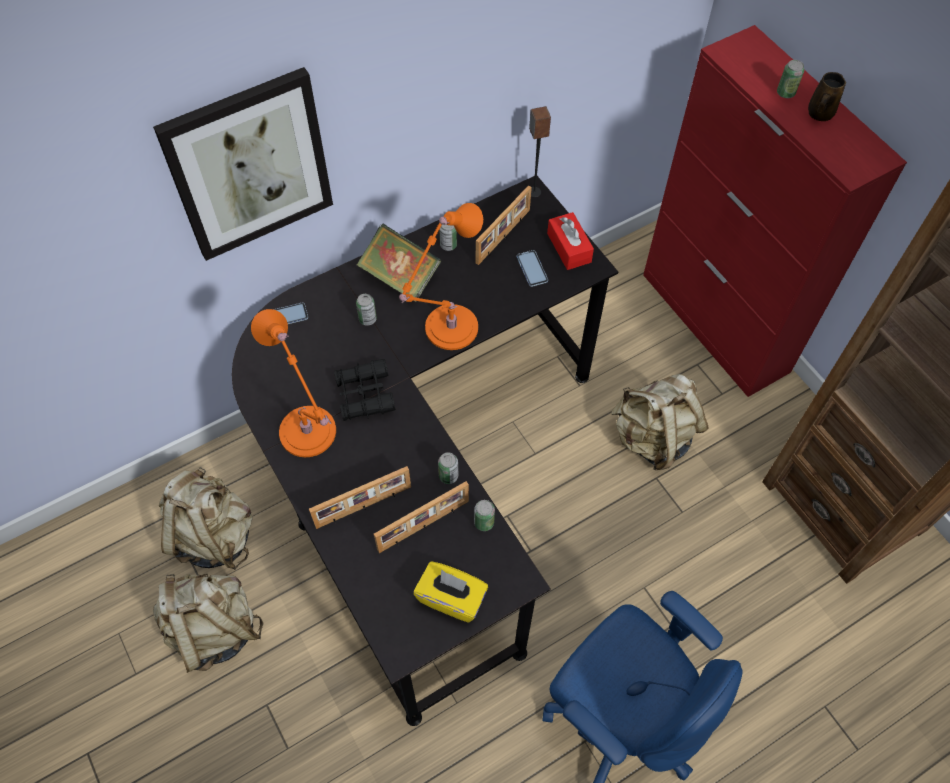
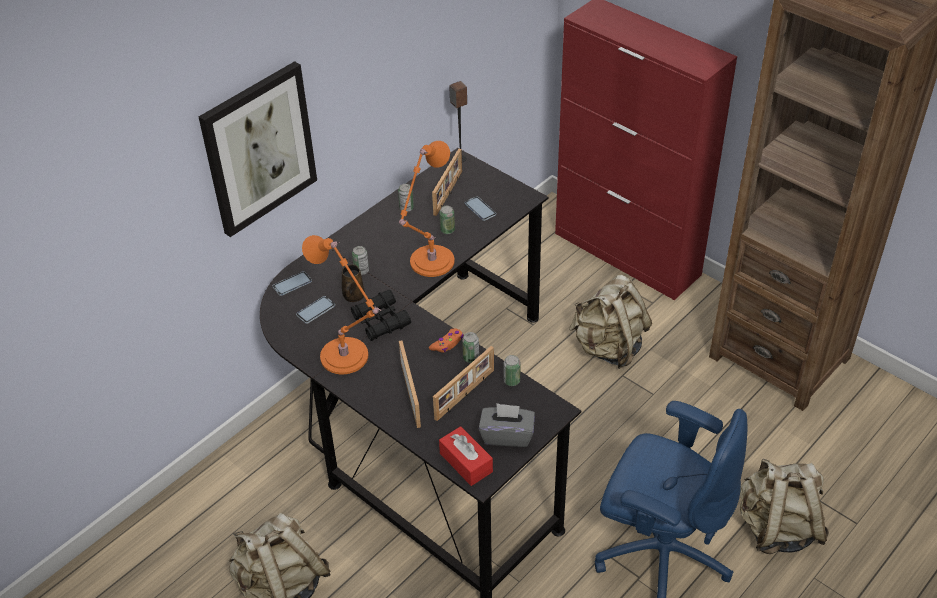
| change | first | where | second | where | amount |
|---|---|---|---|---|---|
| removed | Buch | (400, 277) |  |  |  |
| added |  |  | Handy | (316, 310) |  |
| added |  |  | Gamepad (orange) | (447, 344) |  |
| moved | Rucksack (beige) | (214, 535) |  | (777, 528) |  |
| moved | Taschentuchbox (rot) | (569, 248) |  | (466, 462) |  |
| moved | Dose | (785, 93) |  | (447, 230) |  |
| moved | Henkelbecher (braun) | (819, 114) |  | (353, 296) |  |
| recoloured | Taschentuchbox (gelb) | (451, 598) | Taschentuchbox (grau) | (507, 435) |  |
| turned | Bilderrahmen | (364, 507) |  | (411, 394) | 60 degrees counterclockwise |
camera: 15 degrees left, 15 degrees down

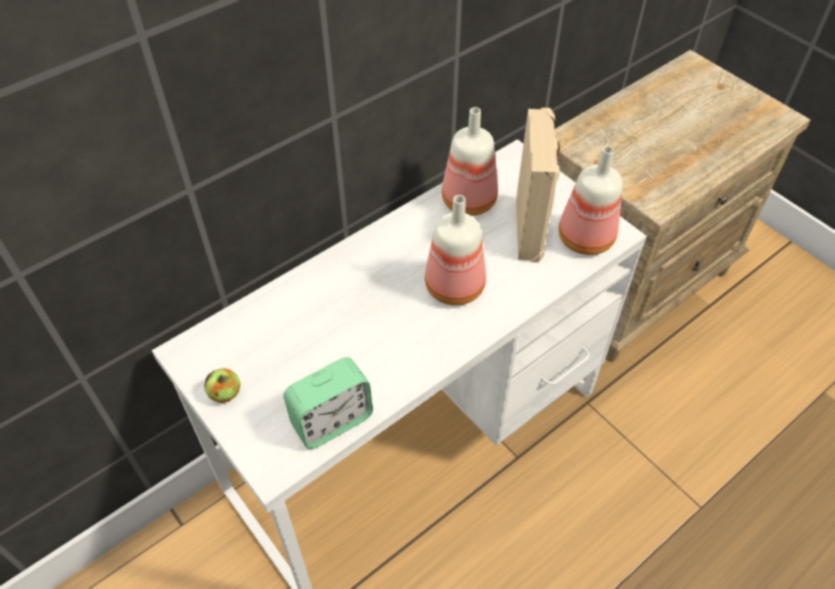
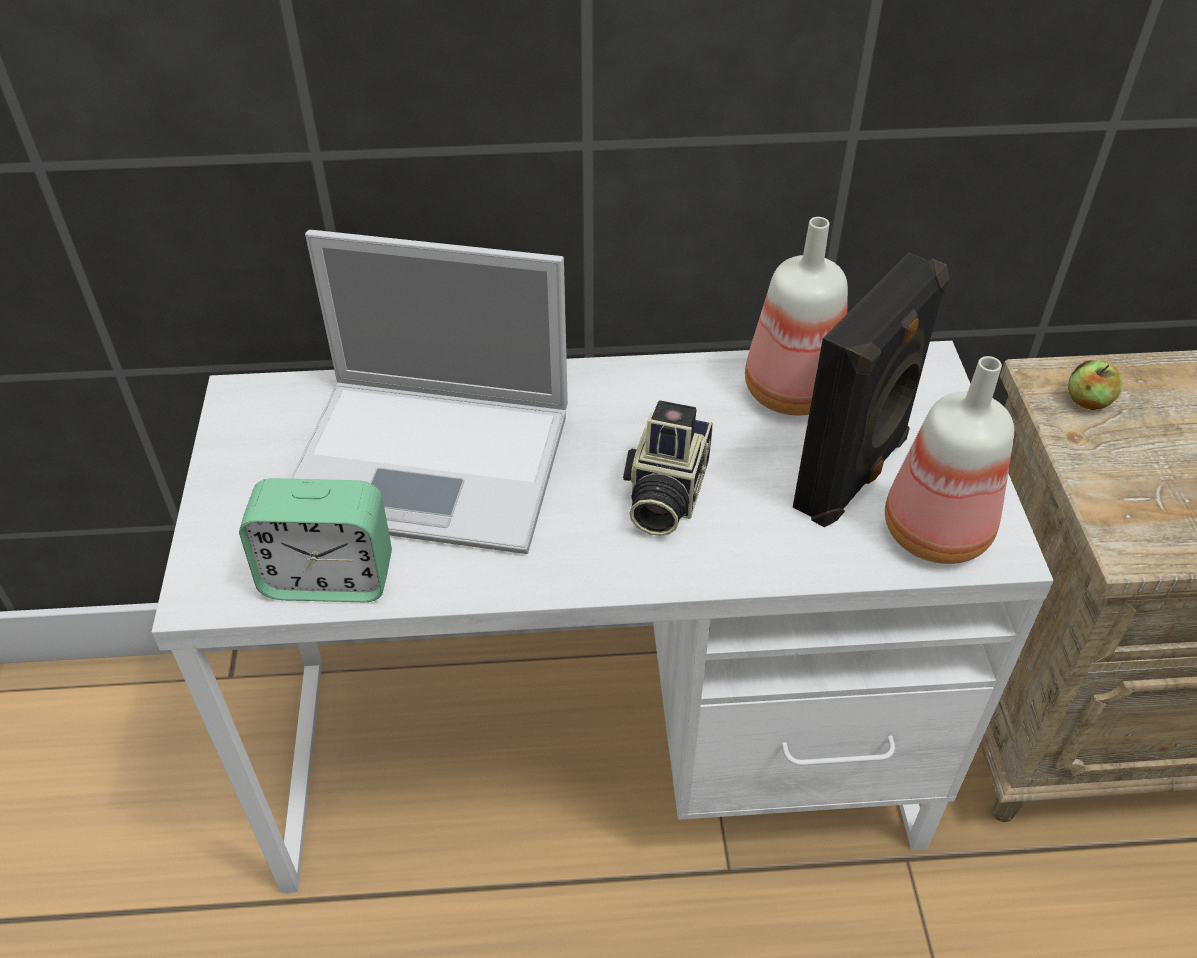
| change | first | where | second | where | amount |
|---|---|---|---|---|---|
| added |  |  | Laptop | (434, 463) |  |
| moved | Apfel | (225, 393) |  | (1088, 401) |  |
| replaced | Flasche | (455, 285) | Kamera | (663, 494) |  |
| recoloured | Lautsprecher (beige) | (530, 229) | Lautsprecher (schwarz) | (854, 475) |  |
camera: 35 degrees right, 5 degrees down

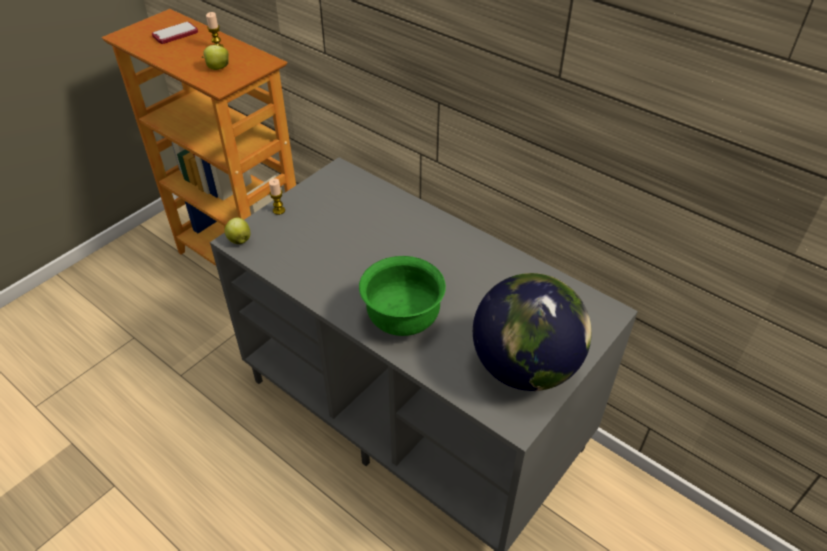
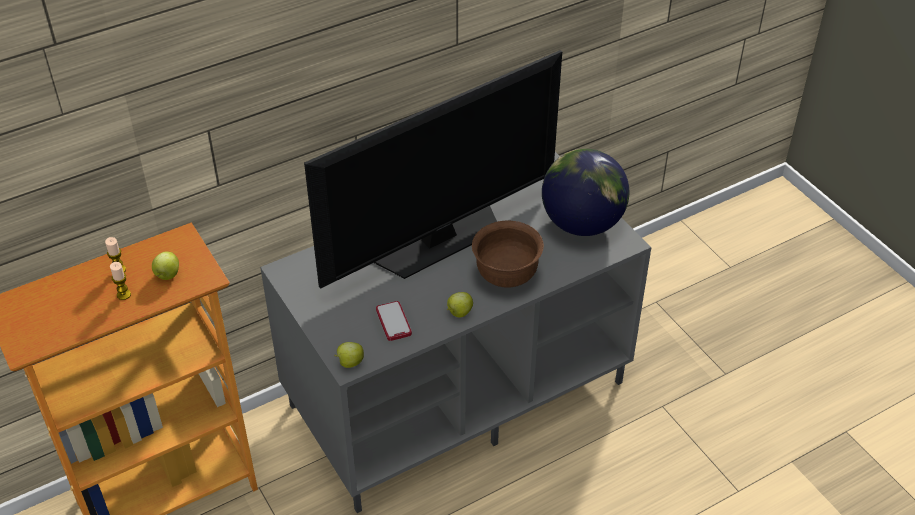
| change | first | where | second | where | amount |
|---|---|---|---|---|---|
| added |  |  | Fernseher | (439, 239) |  |
| added |  |  | Apfel | (459, 313) |  |
| moved | Handy | (175, 34) |  | (393, 322) |  |
| moved | Kerze | (279, 210) |  | (124, 294) |  |
| recoloured | Schüssel (grün) | (403, 320) | Schüssel (braun) | (506, 276) |  |
camera: 70 degrees left, 0 degrees up

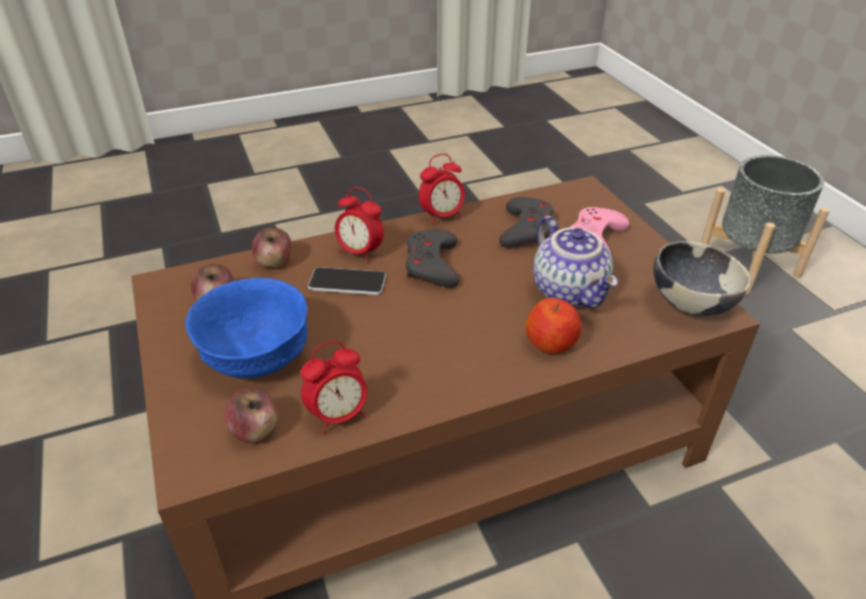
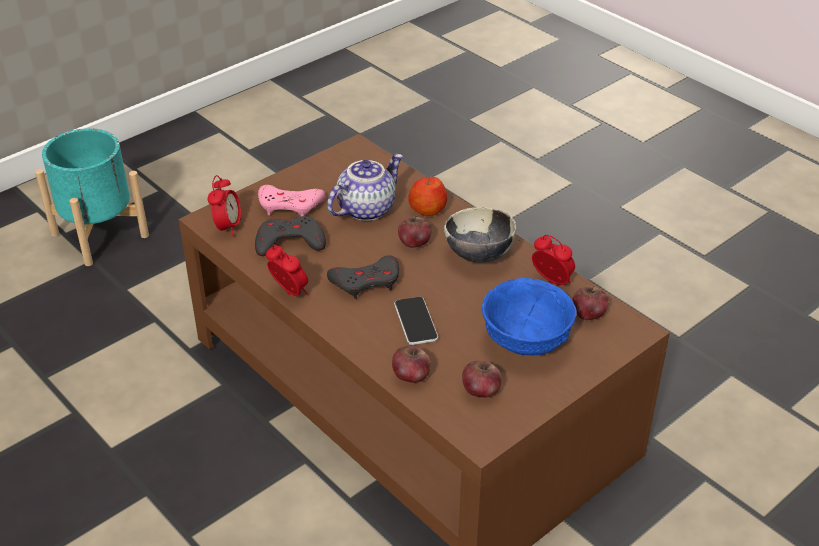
| change | first | where | second | where | amount |
|---|---|---|---|---|---|
| added |  |  | Apfel | (414, 243) |  |
| moved | Wecker | (360, 252) |  | (227, 227) |  |
| moved | Schüssel | (690, 303) |  | (478, 255) |  |
| recoloured | Pflanzkübel (grau) | (747, 264) | Pflanzkübel (türkis) | (99, 235) |  |
camera: 110 degrees left, 0 degrees up

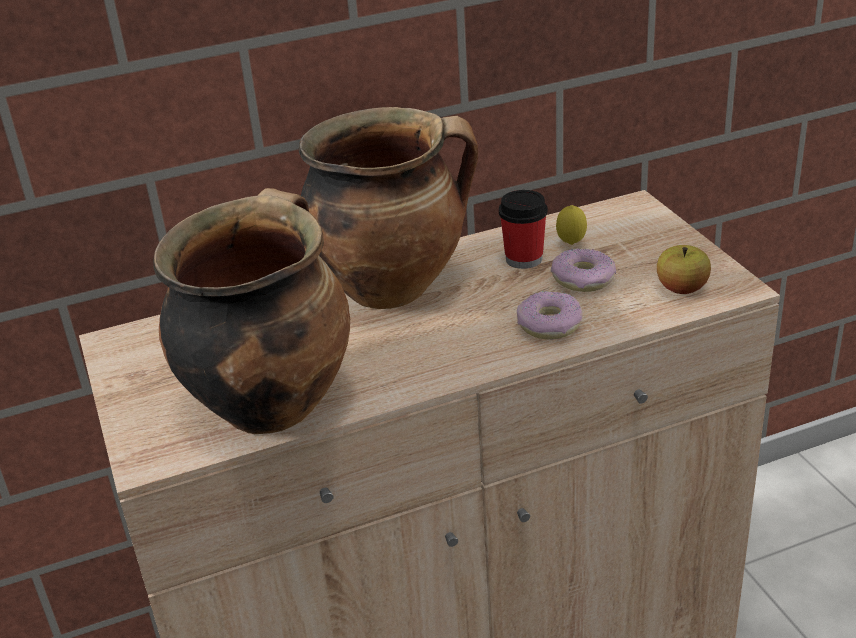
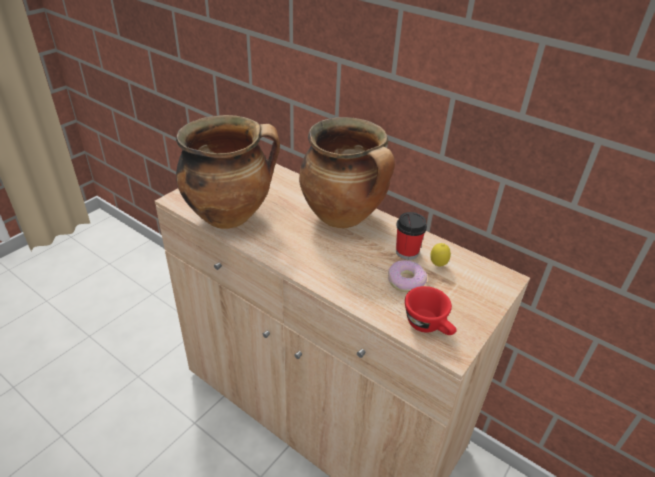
| change | first | where | second | where | amount |
|---|---|---|---|---|---|
| removed | Donut | (549, 324) |  |  |  |
| replaced | Apfel | (682, 289) | Tasse (rot) | (429, 326) |  |
camera: 55 degrees right, 5 degrees up

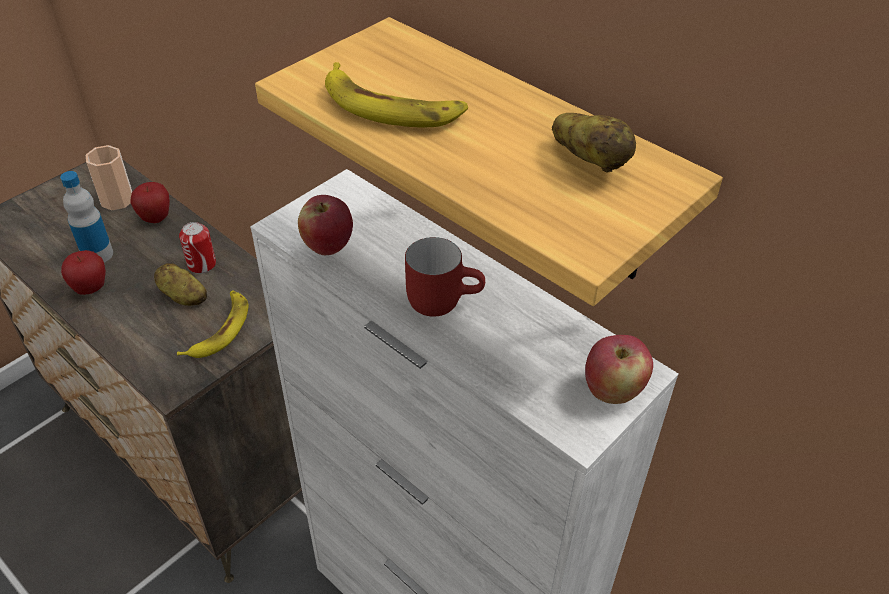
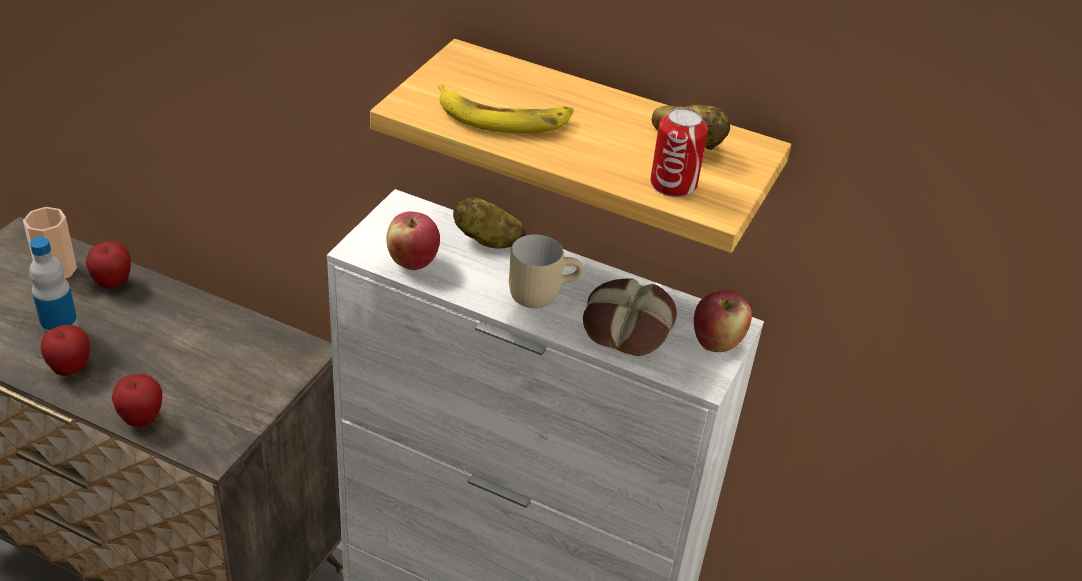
| change | first | where | second | where | amount |
|---|---|---|---|---|---|
| removed | Banane | (220, 329) |  |  |  |
| added |  |  | Apfel | (142, 419) |  |
| added |  |  | Brot | (626, 325) |  |
| moved | Kartoffel | (183, 296) |  | (487, 240) |  |
| moved | Dose | (202, 264) |  | (673, 184) |  |
| recoloured | Henkelbecher (rot) | (443, 298) | Henkelbecher (beige) | (541, 291) |  |
camera: 20 degrees left, 5 degrees down

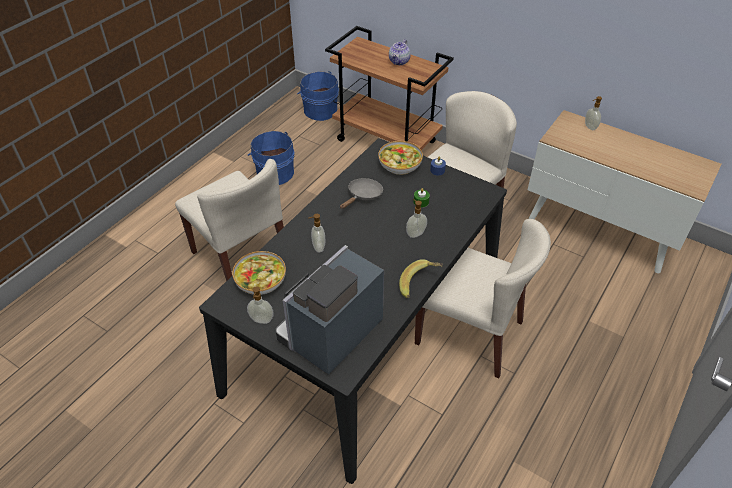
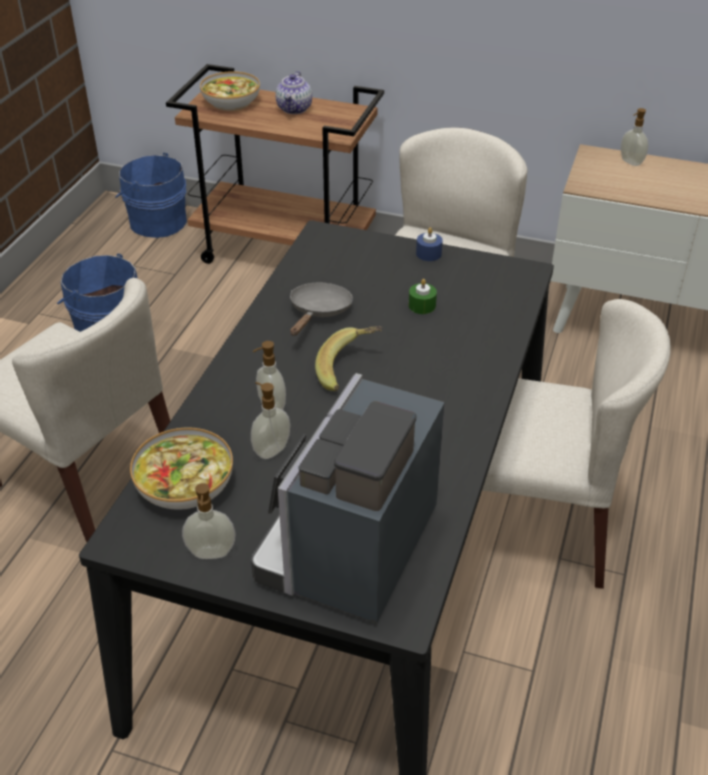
| change | first | where | second | where | amount |
|---|---|---|---|---|---|
| moved | Schüssel | (400, 165) |  | (231, 101) |  |
| moved | Banane | (420, 285) |  | (350, 370) |  |
| moved | Seifenspender | (415, 233) |  | (271, 450) |  |
camera: 15 degrees left, 5 degrees down

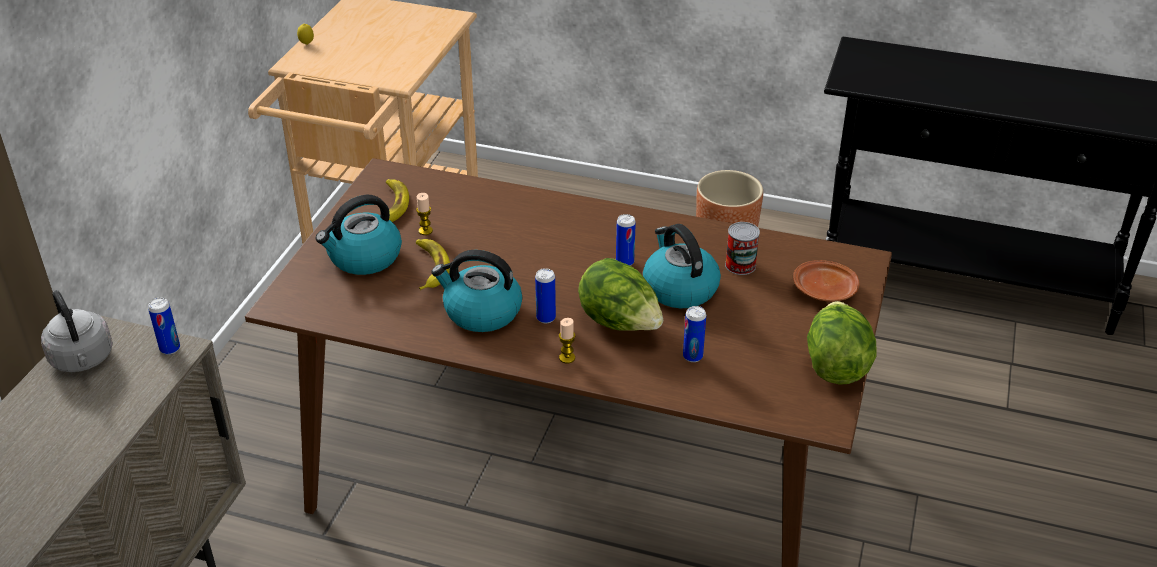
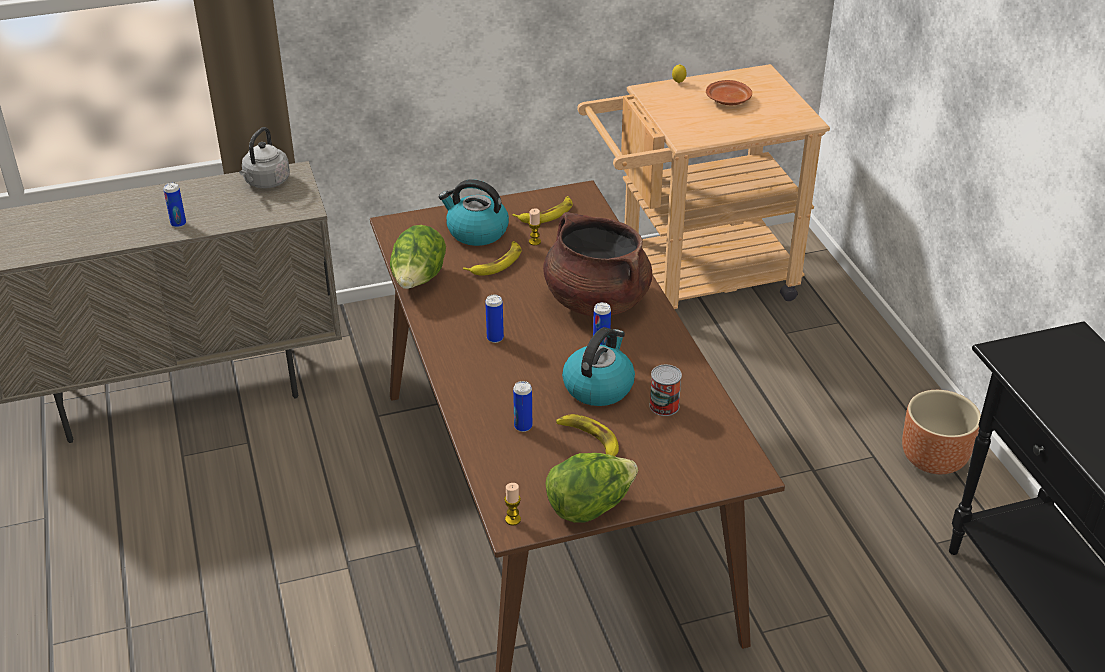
| change | first | where | second | where | amount |
|---|---|---|---|---|---|
| removed | Wasserkessel | (481, 312) |  |  |  |
| added |  |  | Kochtopf (braun) | (596, 300) |  |
| added |  |  | Banane | (589, 439) |  |
| moved | Dose | (170, 349) |  | (178, 224) |  |
| moved | Kerze | (567, 358) |  | (513, 519) |  |
| moved | Salatkopf | (620, 323) |  | (418, 281) |  |
| moved | Teller (braun) | (825, 291) |  | (728, 100) |  |
camera: 55 degrees right, 0 degrees up

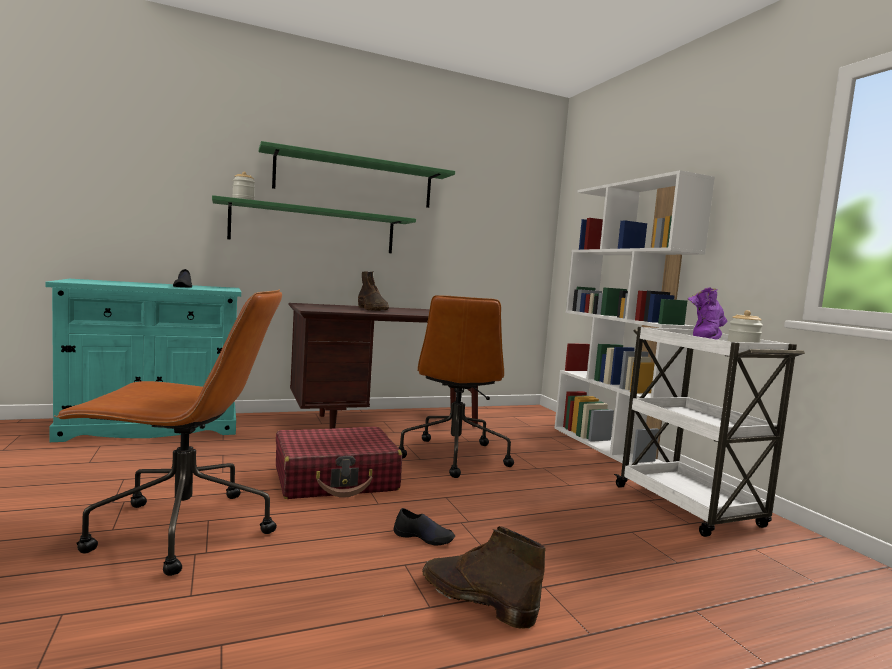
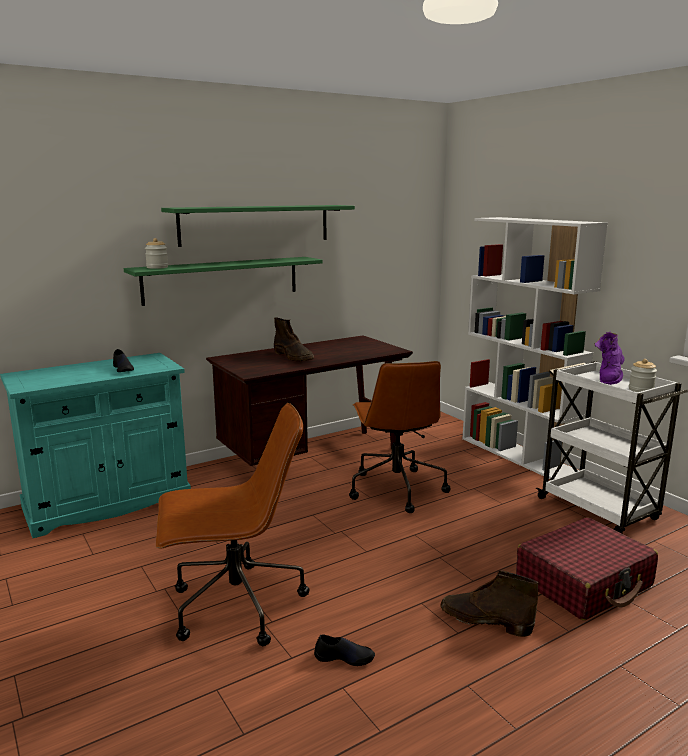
| change | first | where | second | where | amount |
|---|---|---|---|---|---|
| moved | Koffer (rot) | (336, 479) |  | (584, 582) |  |
| moved | Schuh (schwarz) | (424, 537) |  | (344, 657) |  |
camera: 10 degrees left, 10 degrees up

